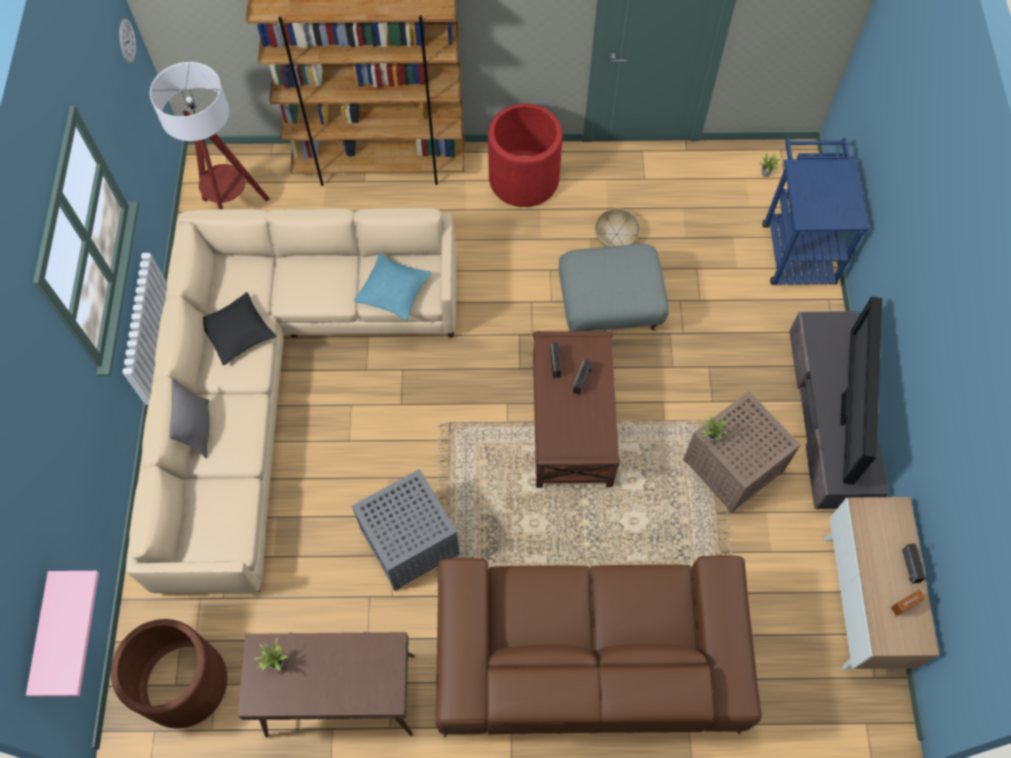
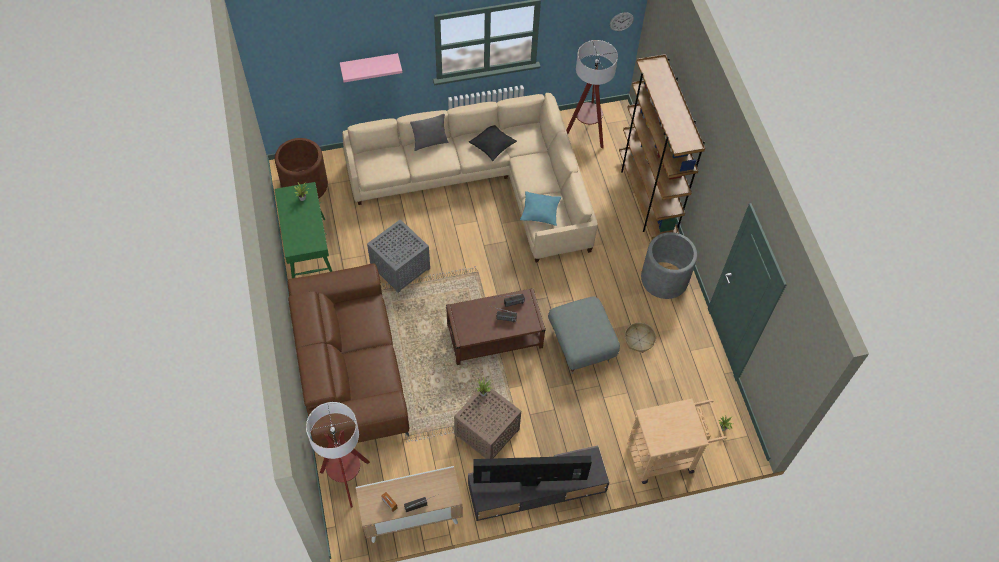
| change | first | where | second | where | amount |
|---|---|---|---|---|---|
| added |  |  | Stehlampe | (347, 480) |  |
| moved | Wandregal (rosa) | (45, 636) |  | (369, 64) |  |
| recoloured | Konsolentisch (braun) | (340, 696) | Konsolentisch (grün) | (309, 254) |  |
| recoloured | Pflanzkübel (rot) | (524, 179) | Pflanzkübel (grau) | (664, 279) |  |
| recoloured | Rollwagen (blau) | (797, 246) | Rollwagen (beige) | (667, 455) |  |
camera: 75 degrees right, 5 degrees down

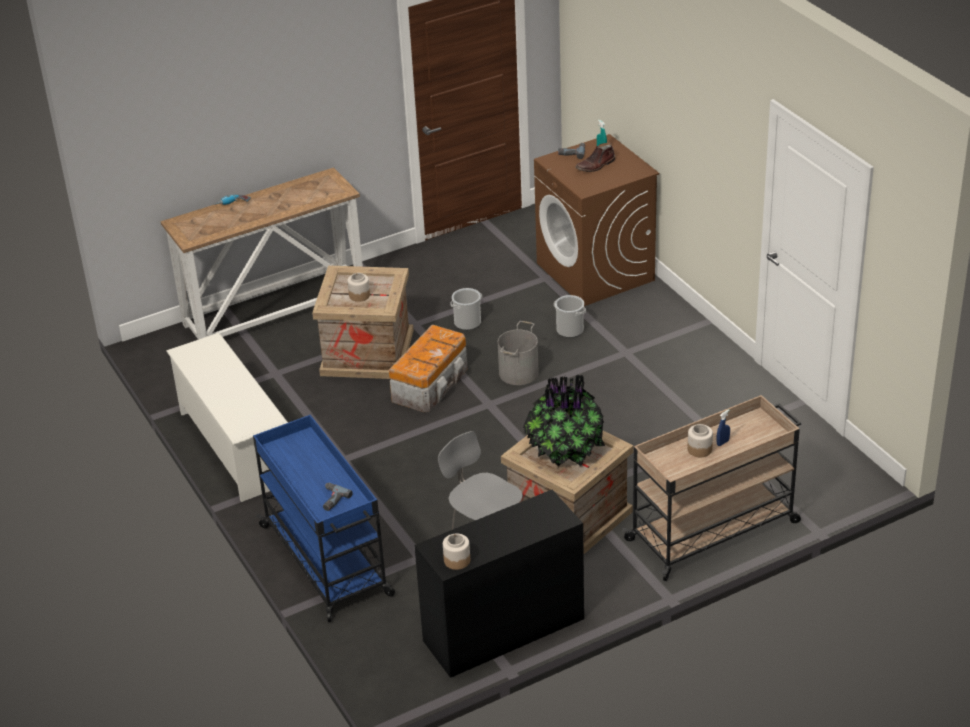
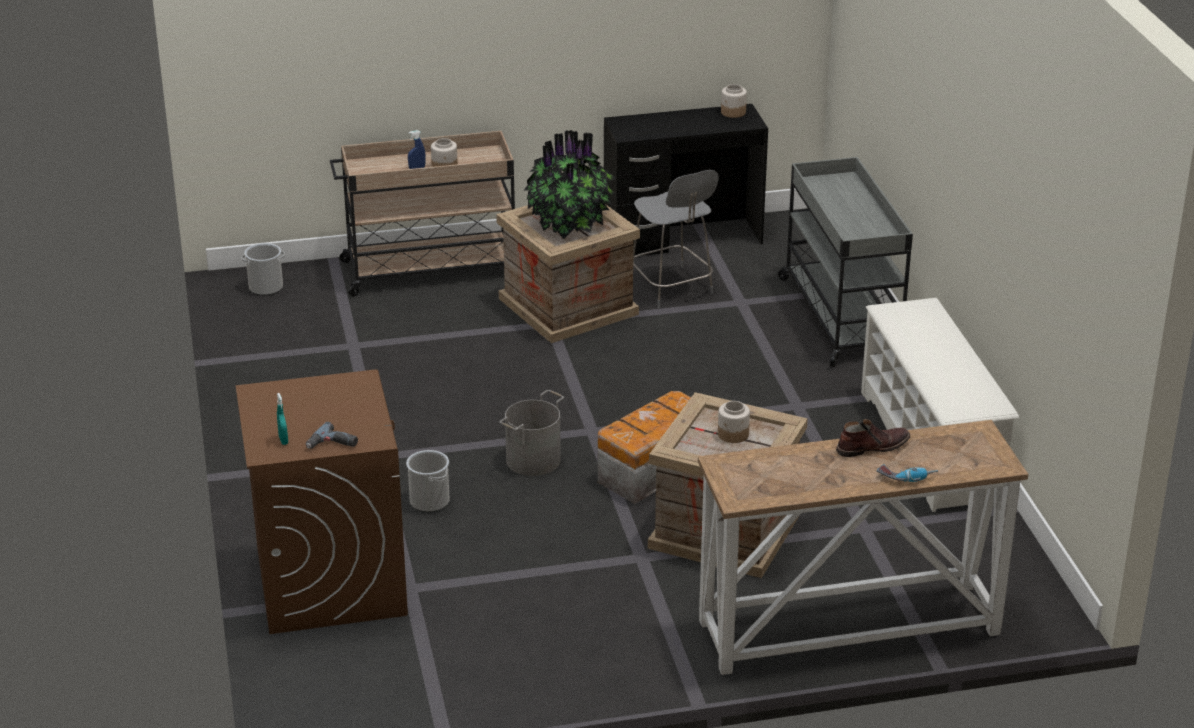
| change | first | where | second | where | amount |
|---|---|---|---|---|---|
| removed | Bohrmaschine | (331, 499) |  |  |  |
| moved | Eimer | (467, 322) |  | (266, 287) |  |
| moved | Stiefel (braun) | (596, 165) |  | (872, 447) |  |
| recoloured | Rollwagen (blau) | (327, 561) | Rollwagen (grau) | (841, 316) |  |
camera: 165 degrees left, 5 degrees down

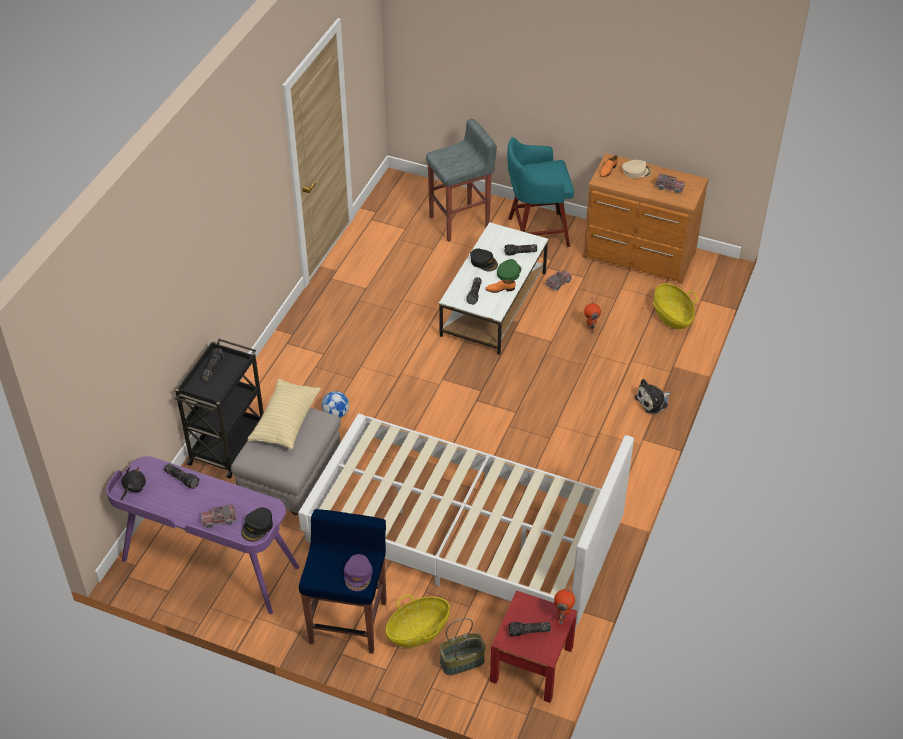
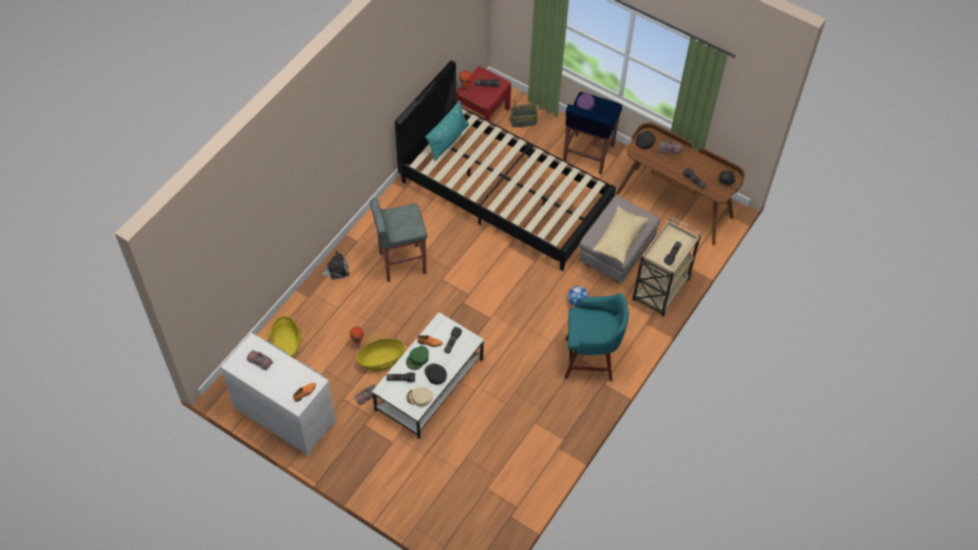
| change | first | where | second | where | amount |
|---|---|---|---|---|---|
| added |  |  | Kissen (türkis) | (448, 140) |  |
| moved | Korb | (418, 631) |  | (381, 360) |  |
| moved | Hocker (grau) | (460, 222) |  | (401, 263) |  |
| moved | Hocker (türkis) | (536, 232) |  | (590, 360) |  |
| moved | Kappe (beige) | (636, 171) |  | (419, 398) |  |
| recoloured | Schreibtisch (lila) | (209, 564) | Schreibtisch (braun) | (675, 204) |  |
| recoloured | Rollwagen (schwarz) | (228, 444) | Rollwagen (beige) | (660, 291) |  |
| recoloured | Bett (weiß) | (462, 536) | Bett (schwarz) | (504, 194) |  |
| recoloured | Kommode (braun) | (639, 257) | Kommode (weiß) | (286, 413) |  |
camera: 170 degrees left, 10 degrees up

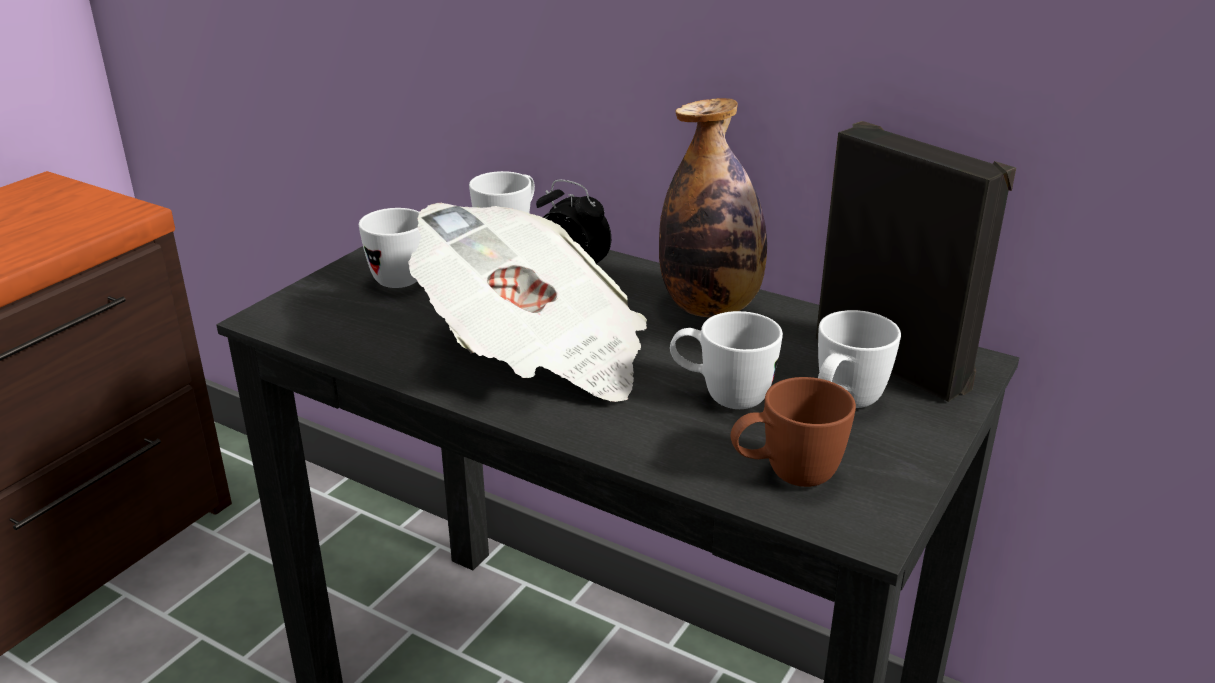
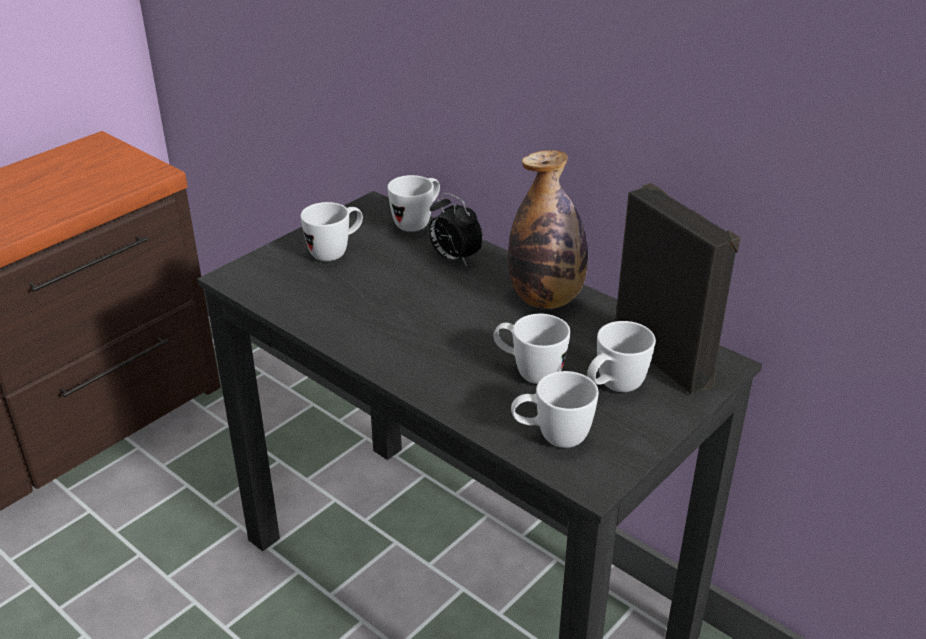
| change | first | where | second | where | amount |
|---|---|---|---|---|---|
| removed | Zeitung | (538, 354) |  |  |  |
| recoloured | Henkelbecher (braun) | (786, 476) | Henkelbecher (weiß) | (552, 438) |  |
camera: 10 degrees right, 5 degrees up

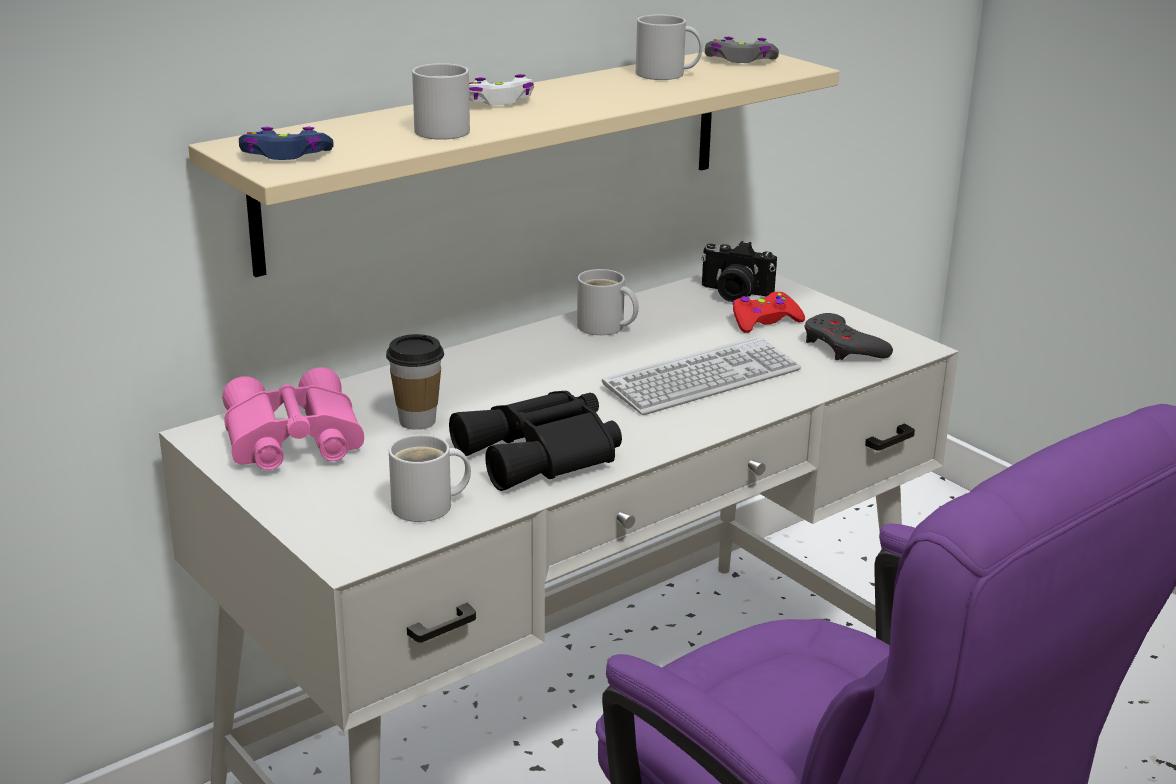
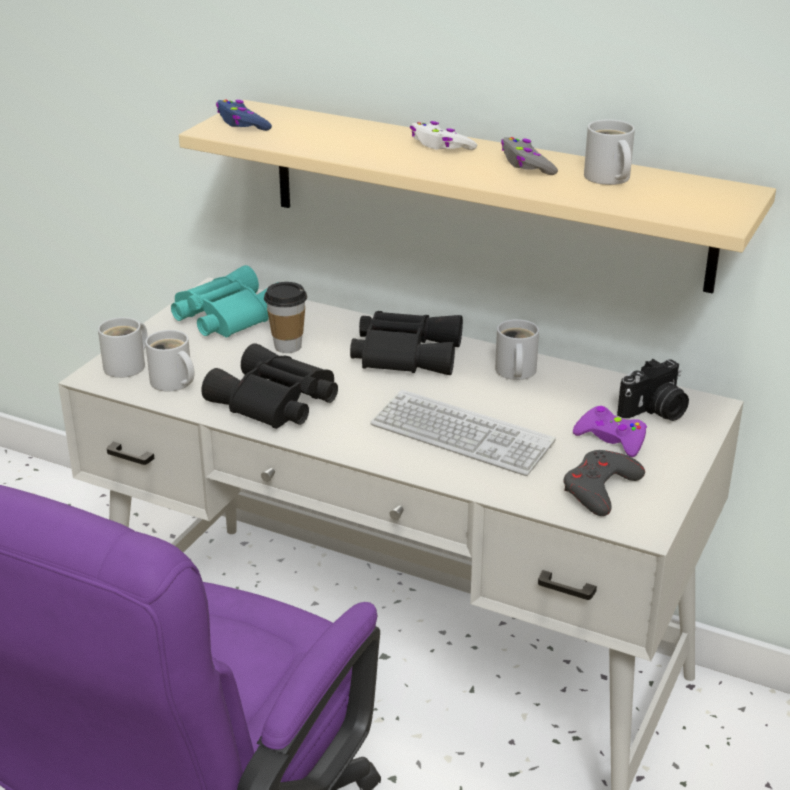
| change | first | where | second | where | amount |
|---|---|---|---|---|---|
| added |  |  | Fernglas (schwarz) | (405, 353) |  |
| moved | Henkelbecher (weiß) | (441, 130) |  | (128, 366) |  |
| moved | Gamepad (grau) | (740, 61) |  | (526, 165) |  |
| recoloured | Fernglas (rosa) | (289, 440) | Fernglas (türkis) | (226, 315) |  |
| recoloured | Gamepad (rot) | (764, 321) | Gamepad (lila) | (611, 439) |  |
| turned | Kamera | (734, 294) |  | (655, 411) | 120 degrees counterclockwise |
camera: 65 degrees right, 5 degrees up

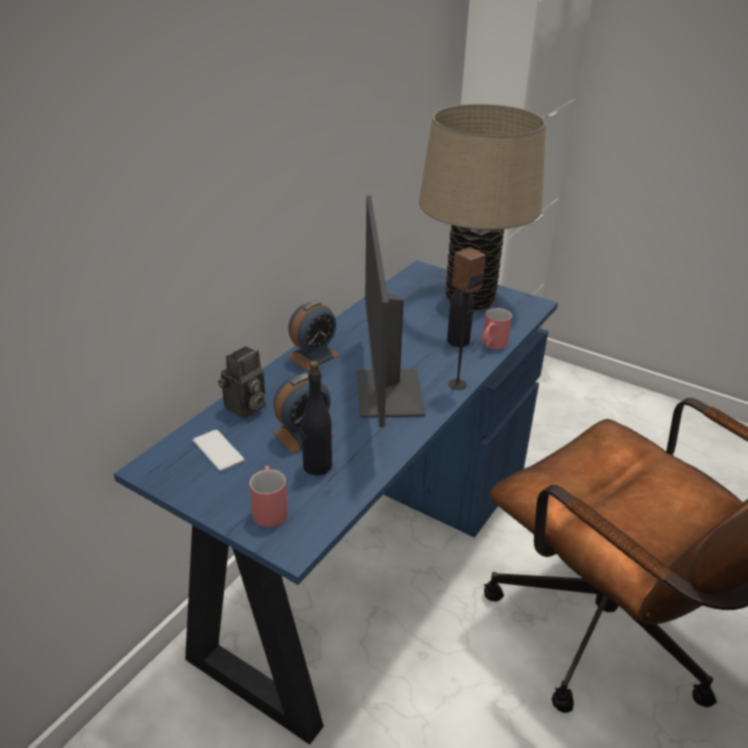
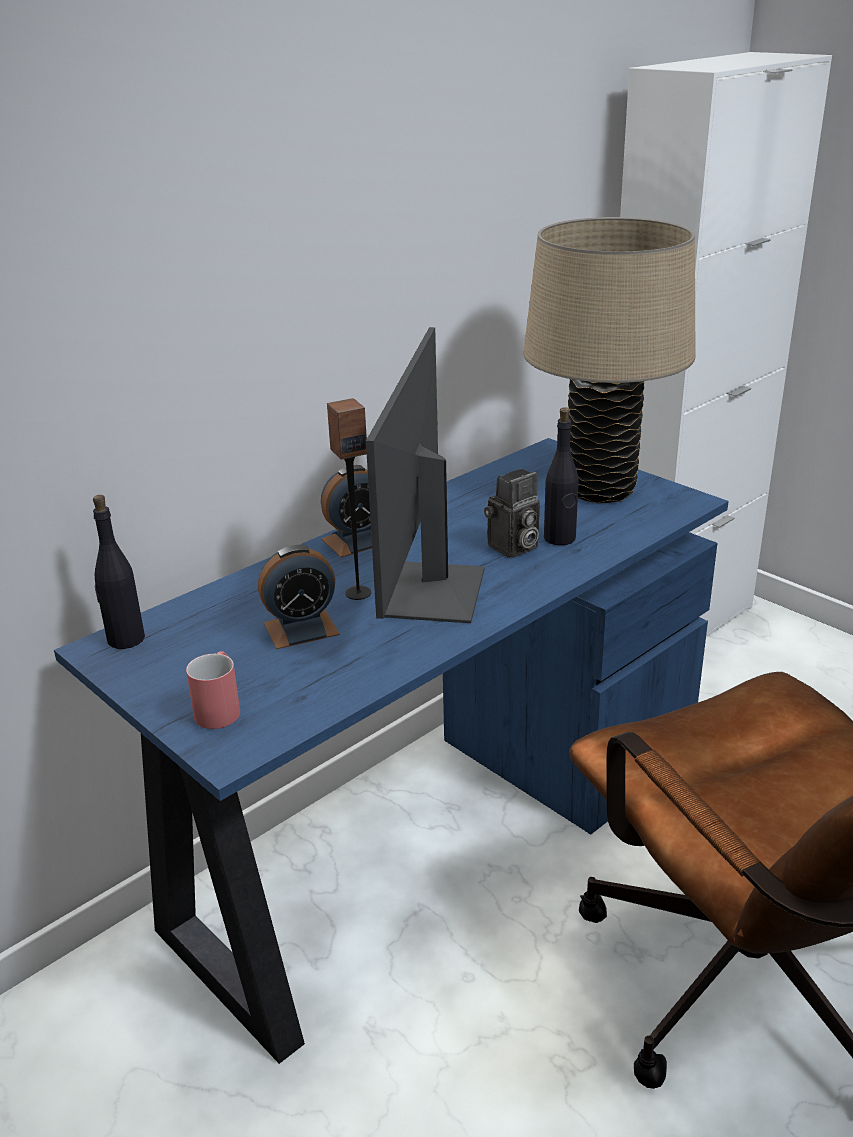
| change | first | where | second | where | amount |
|---|---|---|---|---|---|
| removed | Handy | (218, 451) |  |  |  |
| removed | Henkelbecher (rot) | (491, 345) |  |  |  |
| moved | Kamera | (245, 408) |  | (513, 548) |  |
| moved | Flasche (schwarz) | (317, 466) |  | (125, 639) |  |
| moved | Lautsprecher | (457, 384) |  | (358, 593) |  |
camera: 15 degrees right, 5 degrees down

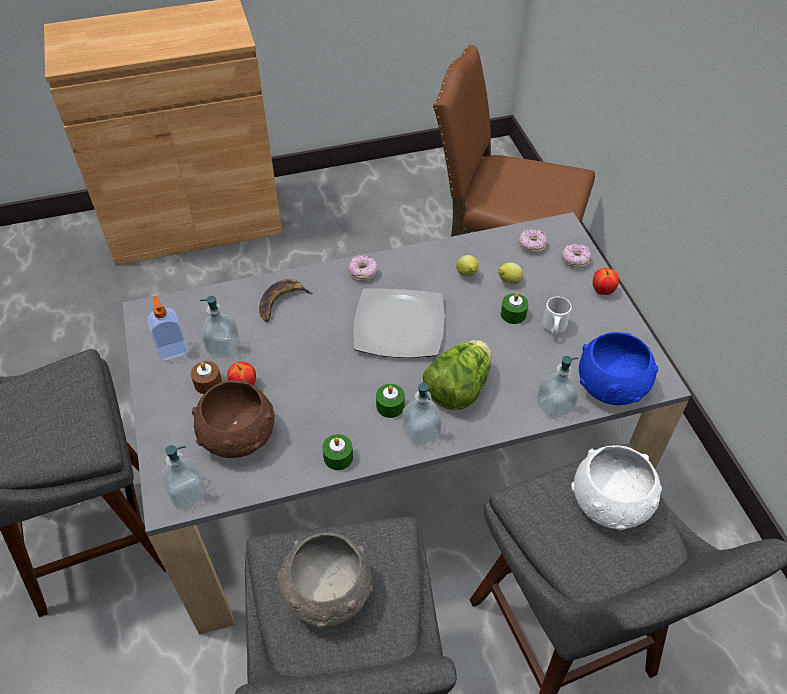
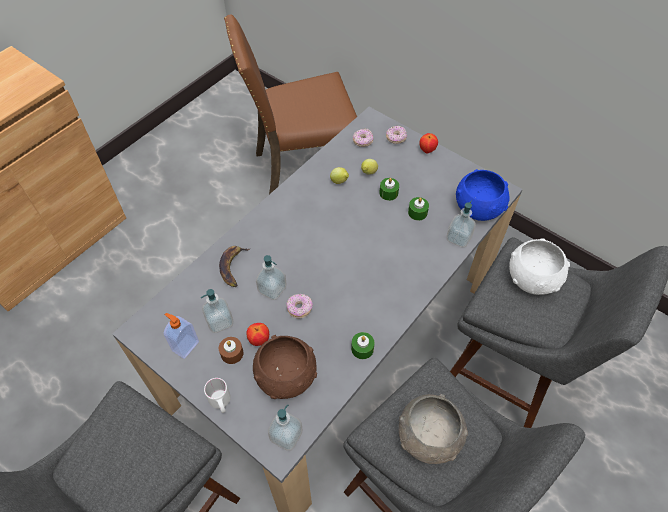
| change | first | where | second | where | amount |
|---|---|---|---|---|---|
| removed | Teller | (400, 325) |  |  |  |
| removed | Salatkopf | (458, 388) |  |  |  |
| moved | Donut | (363, 273) |  | (299, 308) |  |
| moved | Kerze (grün) | (390, 406) |  | (417, 212) |  |
| moved | Seifenspender | (421, 432) |  | (272, 289) |  |
| moved | Henkelbecher (weiß) | (553, 330) |  | (221, 402) |  |
camera: 35 degrees left, 5 degrees up

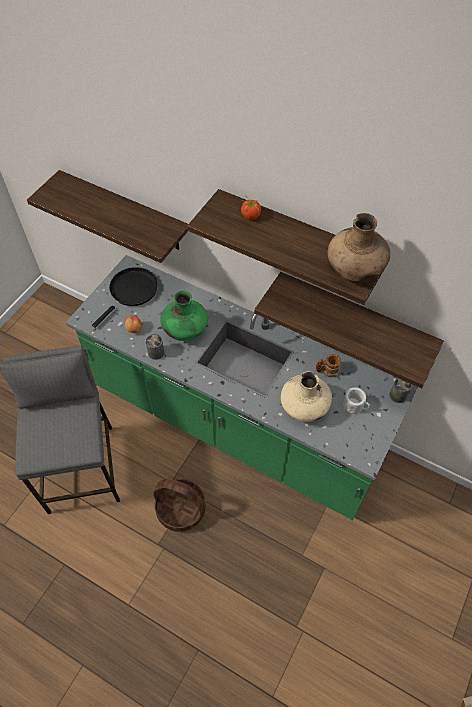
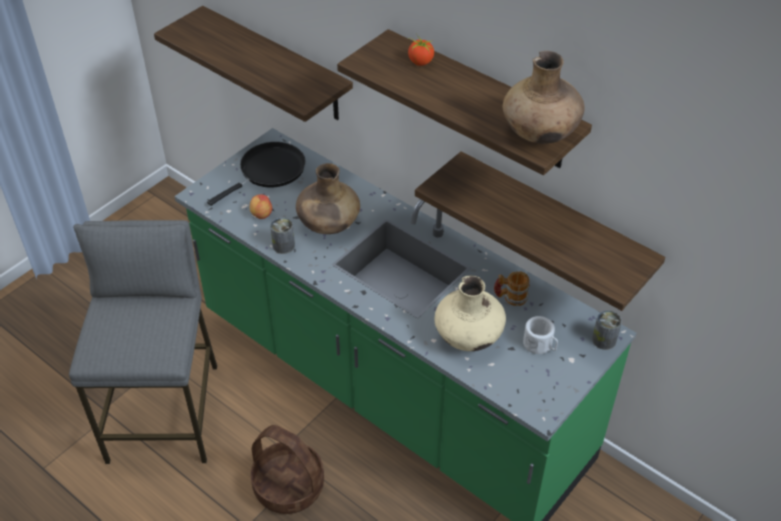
| change | first | where | second | where | amount |
|---|---|---|---|---|---|
| recoloured | Vase (grün) | (185, 331) | Vase (braun) | (328, 225) |  |
camera: 10 degrees right, 10 degrees down

